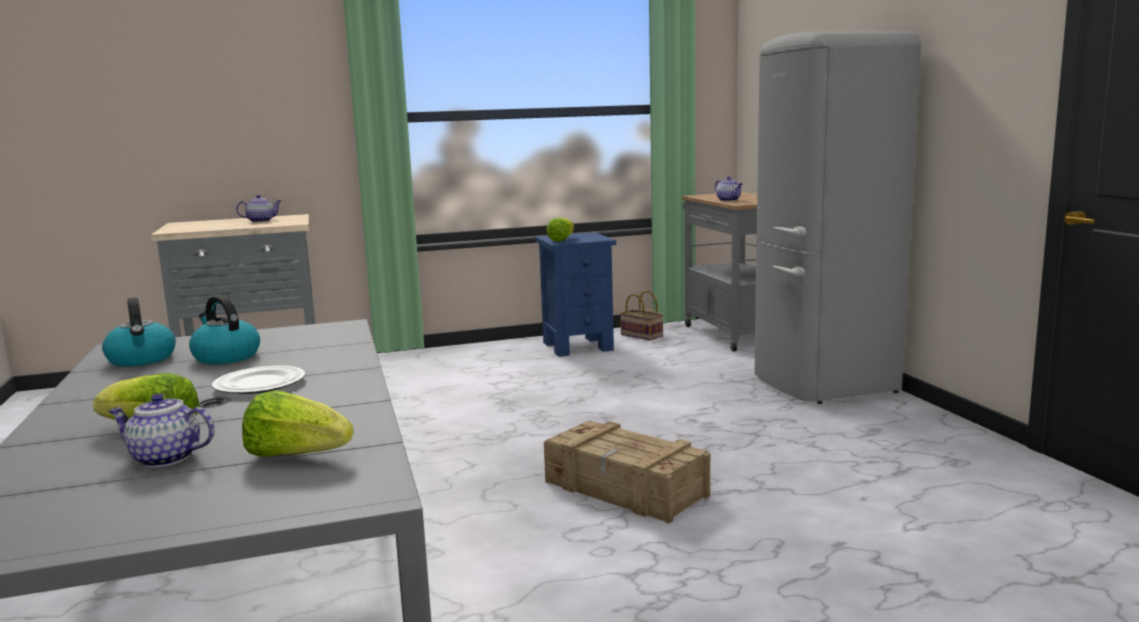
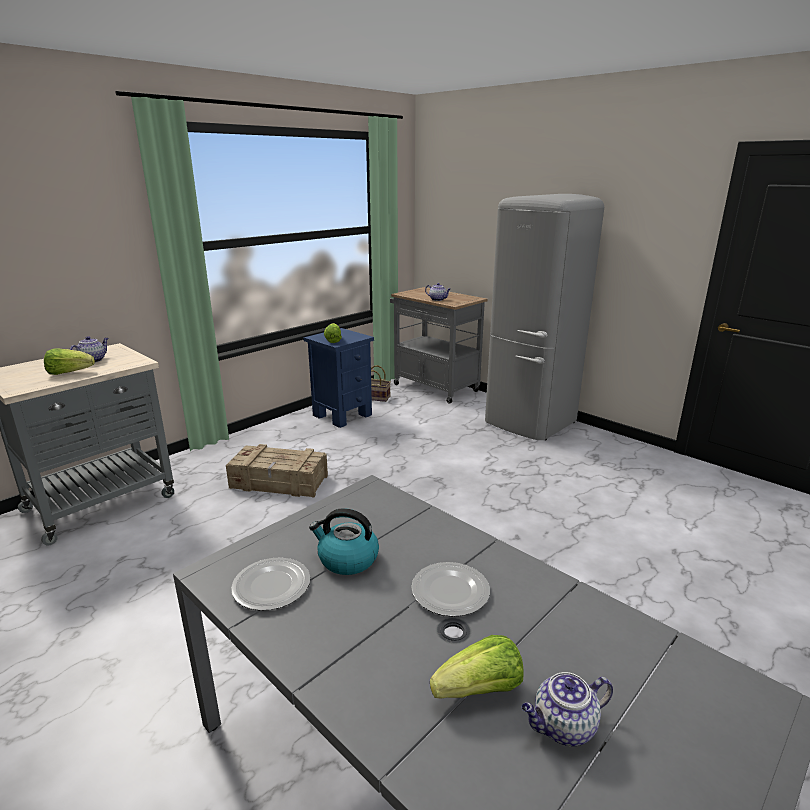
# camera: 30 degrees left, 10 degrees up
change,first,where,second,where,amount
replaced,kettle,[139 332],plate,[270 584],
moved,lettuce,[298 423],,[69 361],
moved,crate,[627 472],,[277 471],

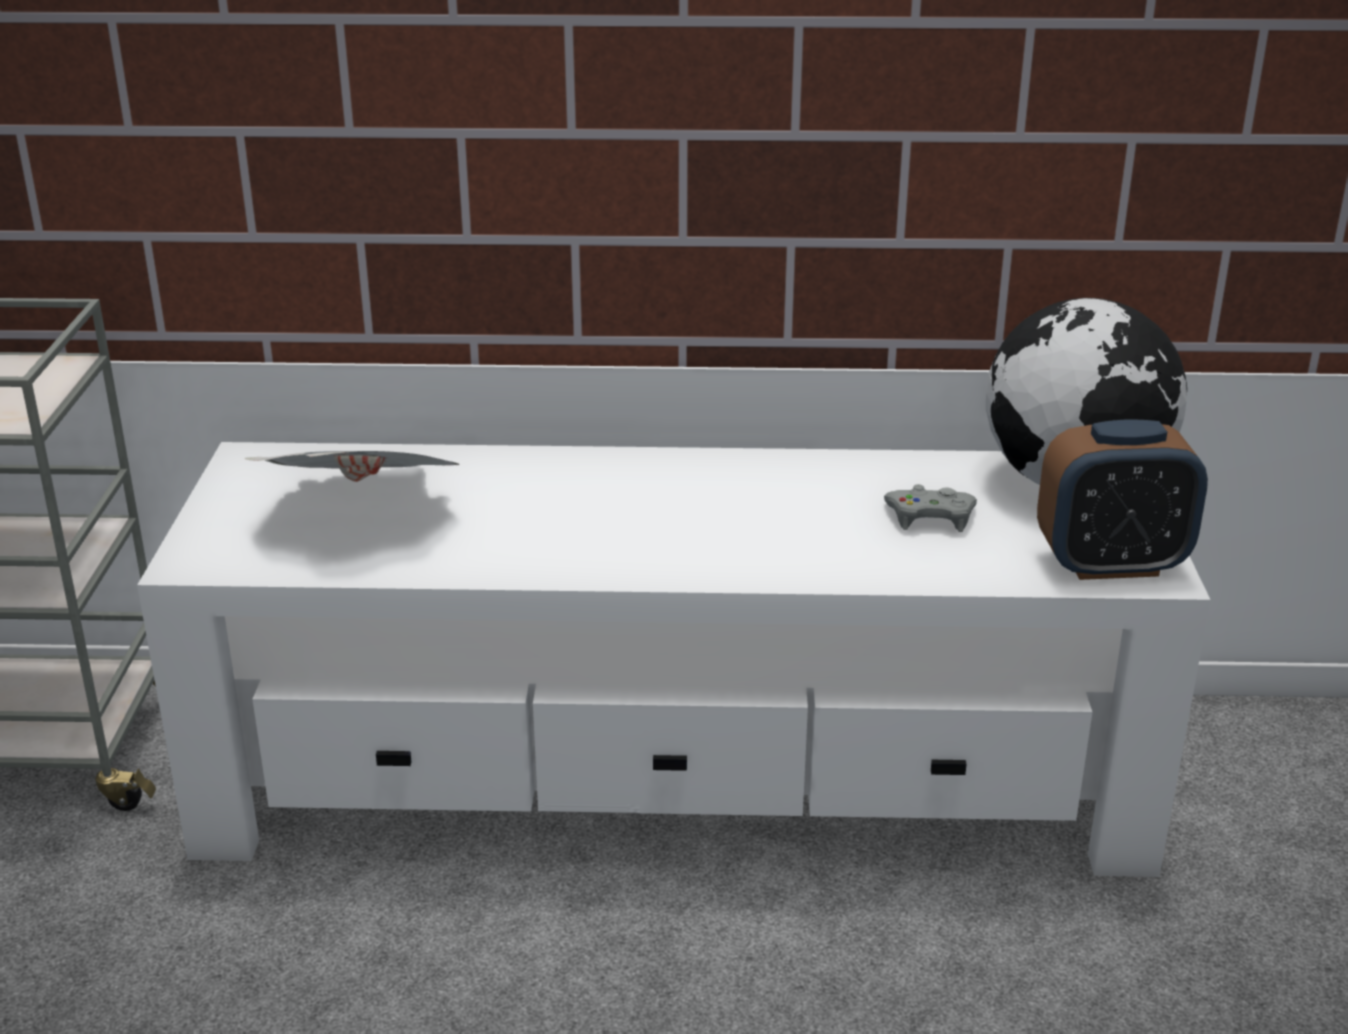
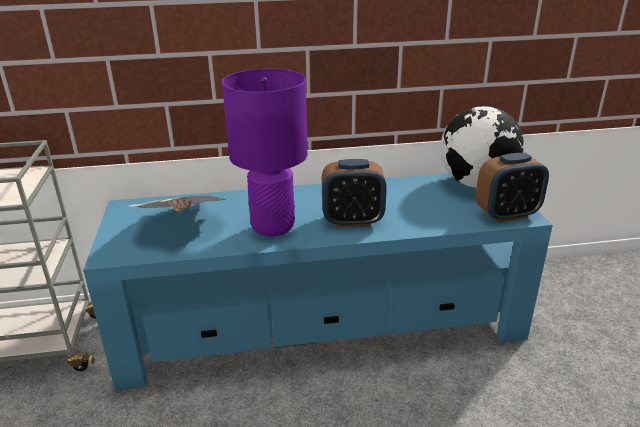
# camera: 10 degrees left, 0 degrees up
change,first,where,second,where,amount
recoloured,white tv stand,[673 659],blue tv stand,[318 282],
removed,grey game controller,[930 508],,,
added,,,purple table lamp,[265 153],
added,,,alarm clock,[354 193],

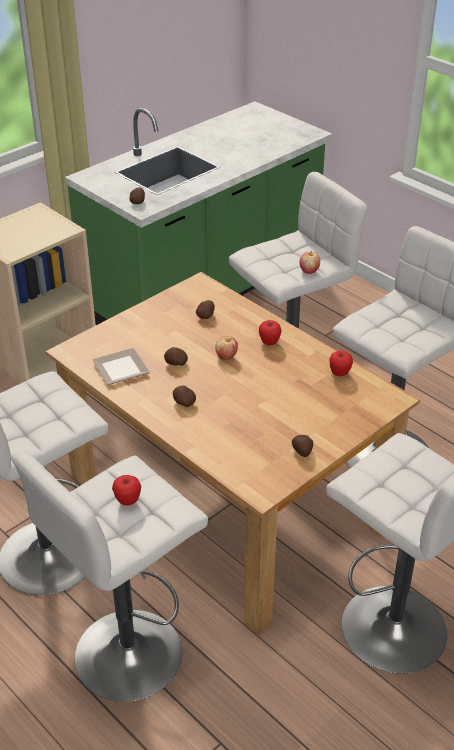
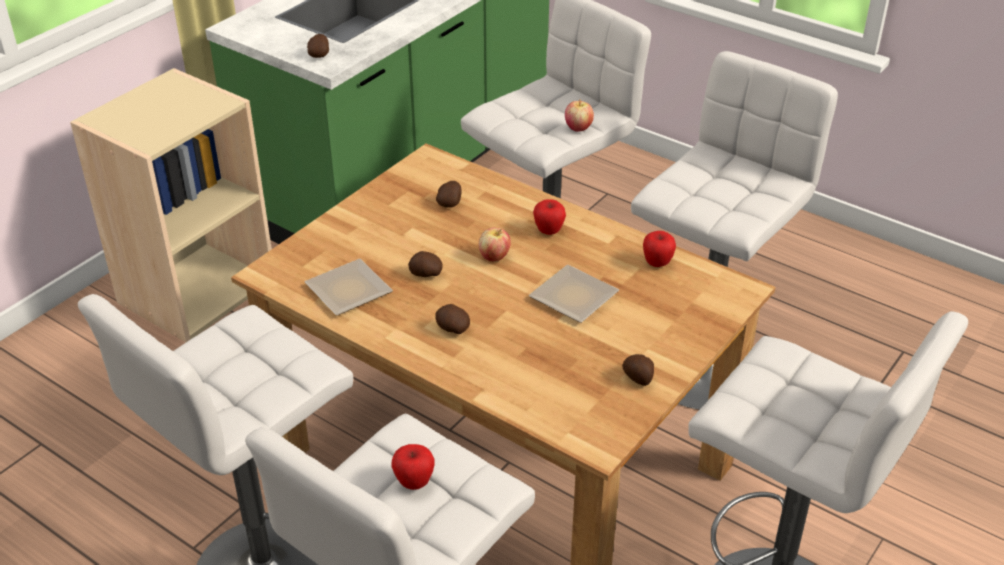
# camera: 10 degrees left, 0 degrees up
change,first,where,second,where,amount
added,,,plate,[574 294],

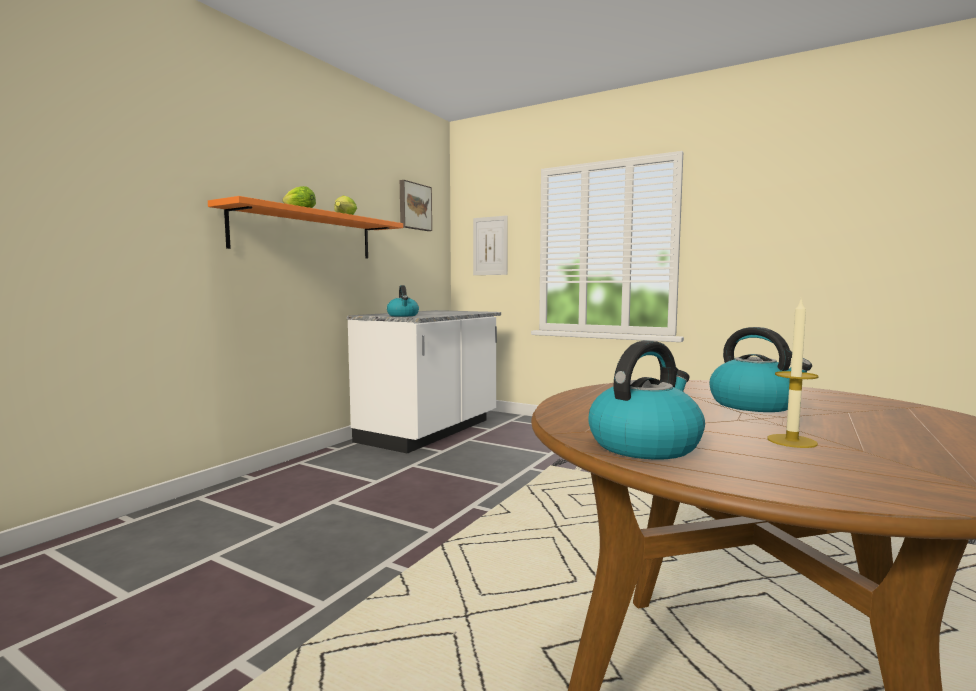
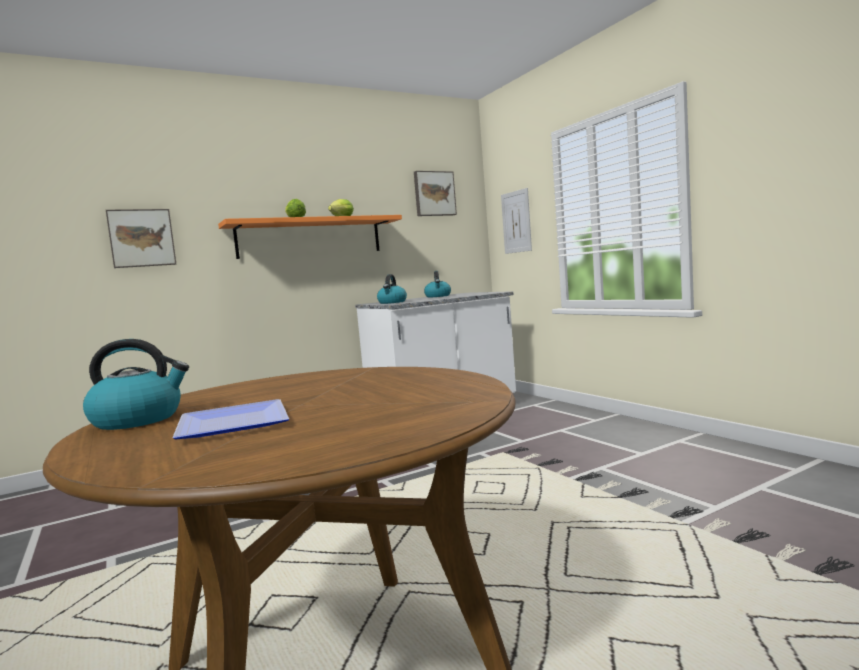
# camera: 30 degrees right, 0 degrees up
change,first,where,second,where,amount
replaced,candle,[793 373],plate,[231 419],
moved,kettle,[760 369],,[437 284],
added,,,picture,[141 238],

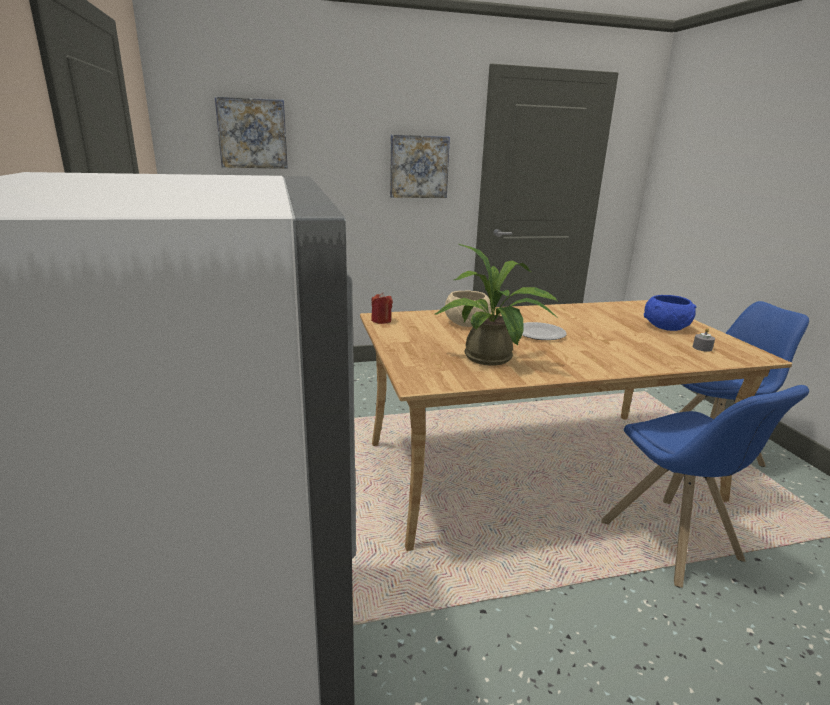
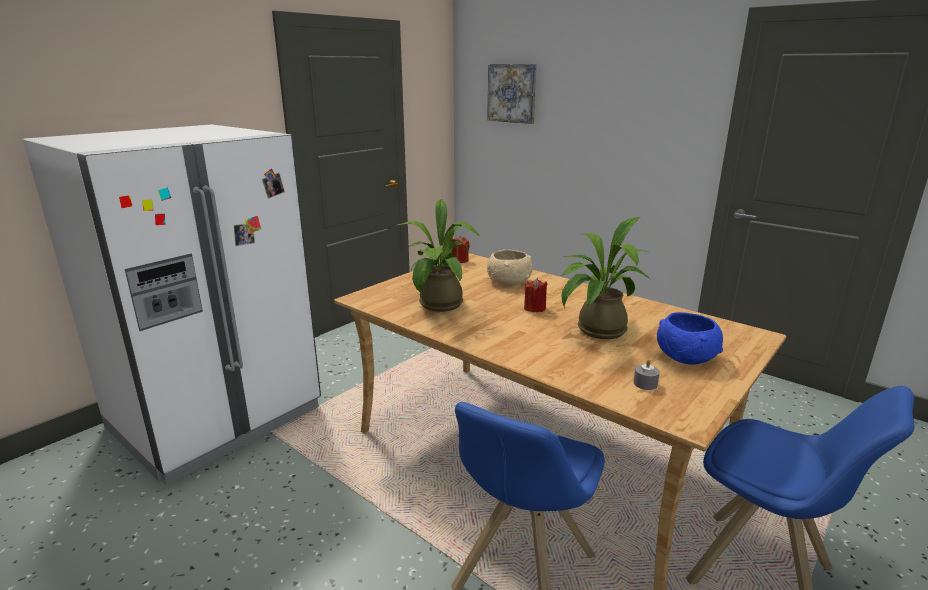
# camera: 55 degrees right, 0 degrees up
change,first,where,second,where,amount
removed,picture,[420 166],,,
replaced,plate,[544 331],red candle,[535 295],
added,,,potted plant,[605 278],

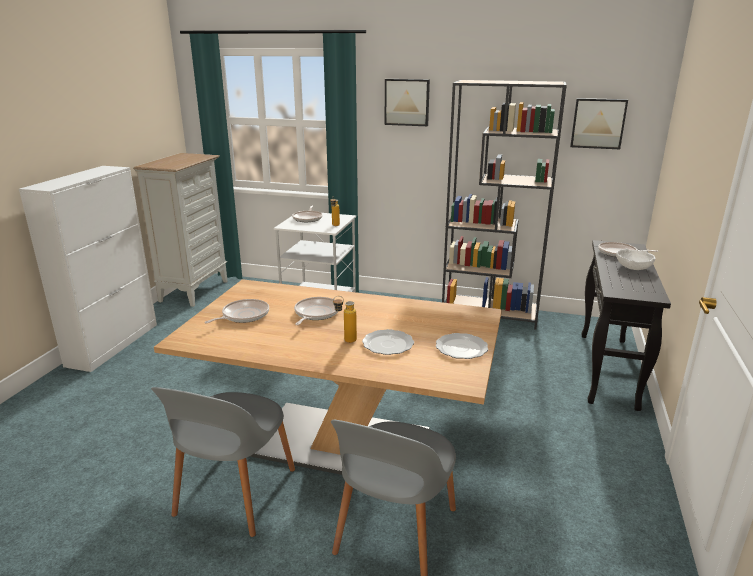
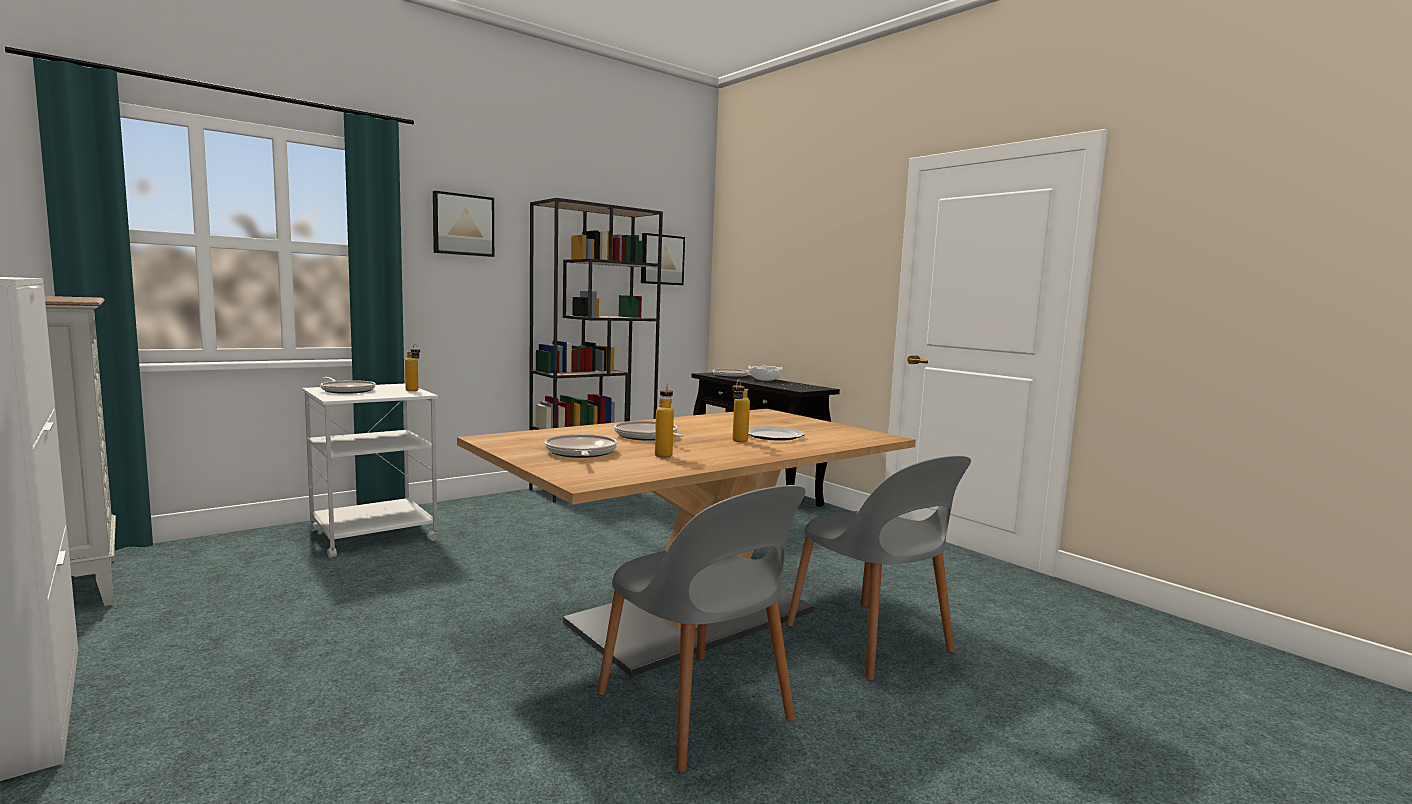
# camera: 55 degrees left, 15 degrees down
change,first,where,second,where,amount
removed,plate,[462 346],,,
added,,,bottle,[664 420],

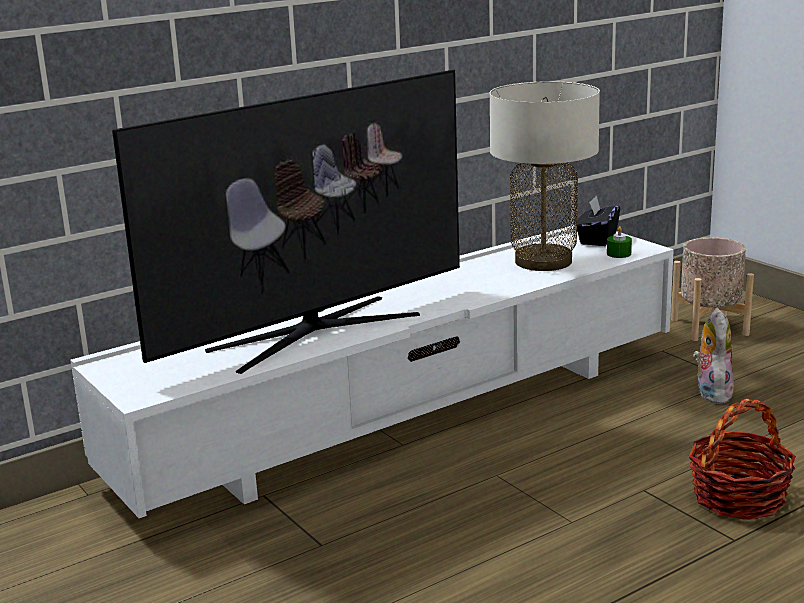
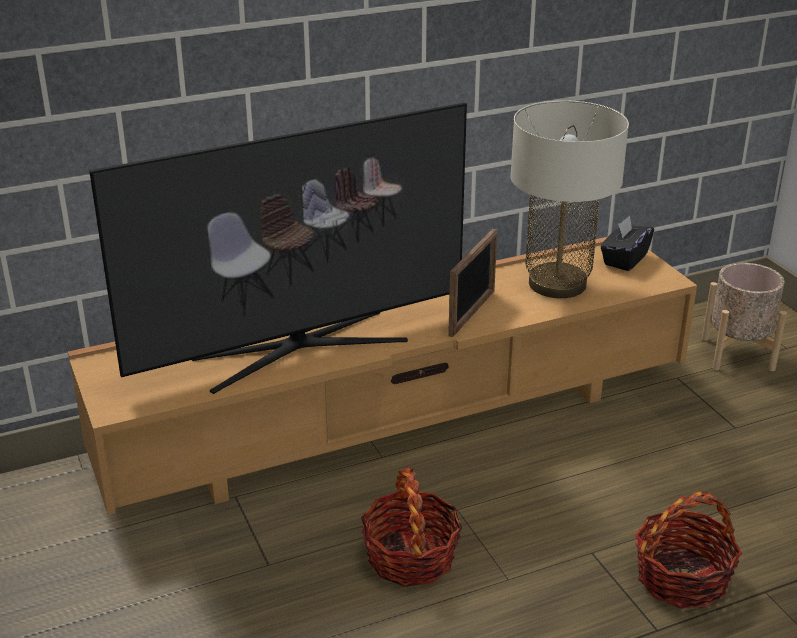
# camera: 10 degrees right, 10 degrees up
change,first,where,second,where,amount
recoloured,white tv stand,[372 371],brown tv stand,[382 376],
removed,green candle,[619 242],,,
removed,plush toy,[713 356],,,
added,,,picture frame,[472 283],
added,,,basket,[411 527],

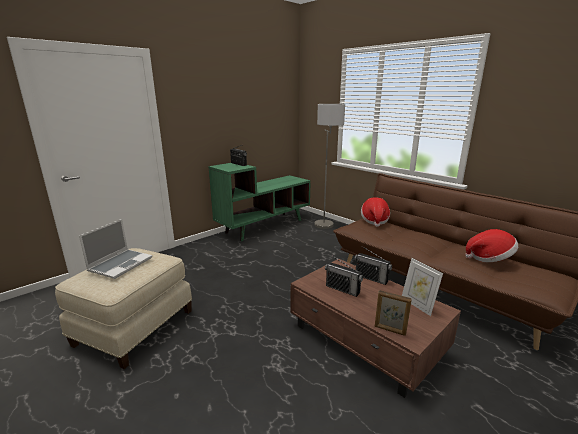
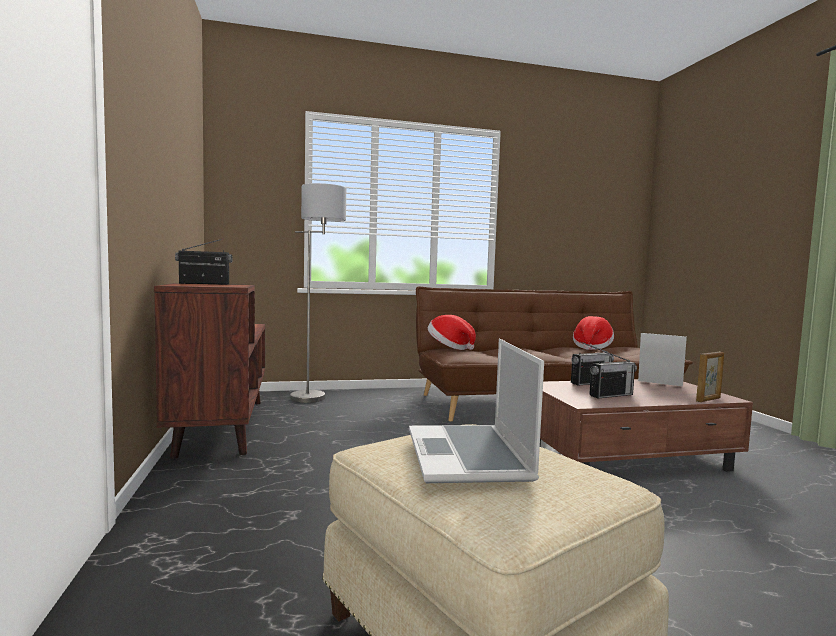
# camera: 60 degrees left, 15 degrees down
change,first,where,second,where,amount
recoloured,green tv stand,[259 202],brown tv stand,[209 371],
turned,laptop,[115 249],,[476 411],150 degrees counterclockwise
turned,picture frame,[422 287],,[662 359],150 degrees counterclockwise

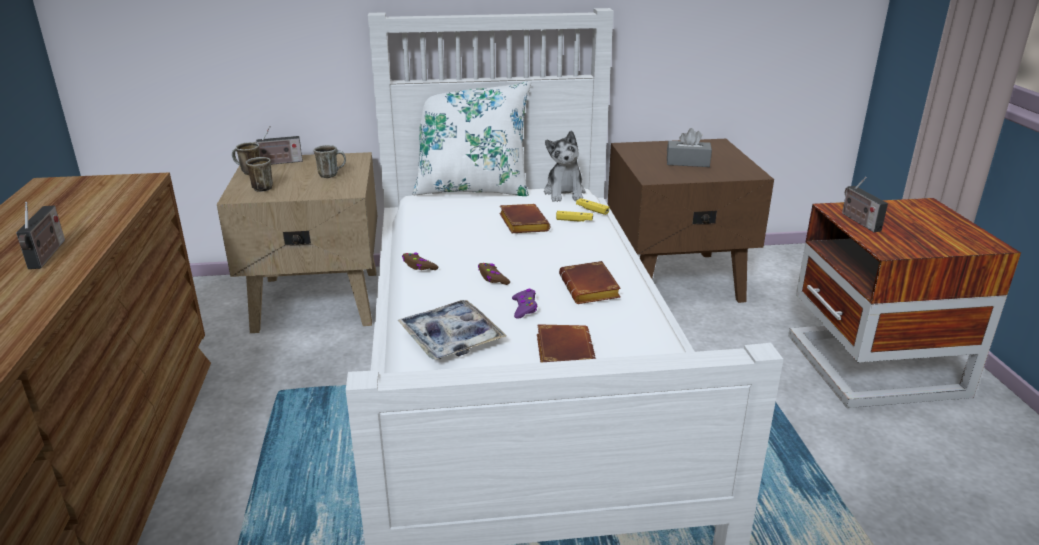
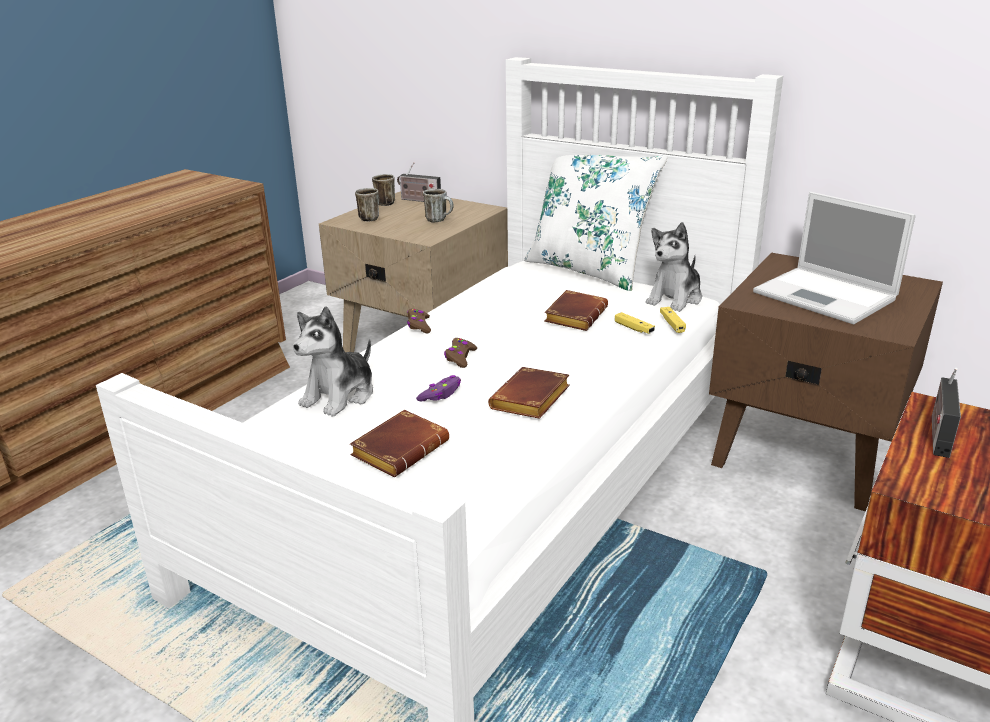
# camera: 40 degrees right, 0 degrees up
change,first,where,second,where,amount
replaced,grey tissue box,[689 147],laptop,[834 258],
removed,radio,[40 235],,,
replaced,tray,[451 330],plush toy,[333 361],

